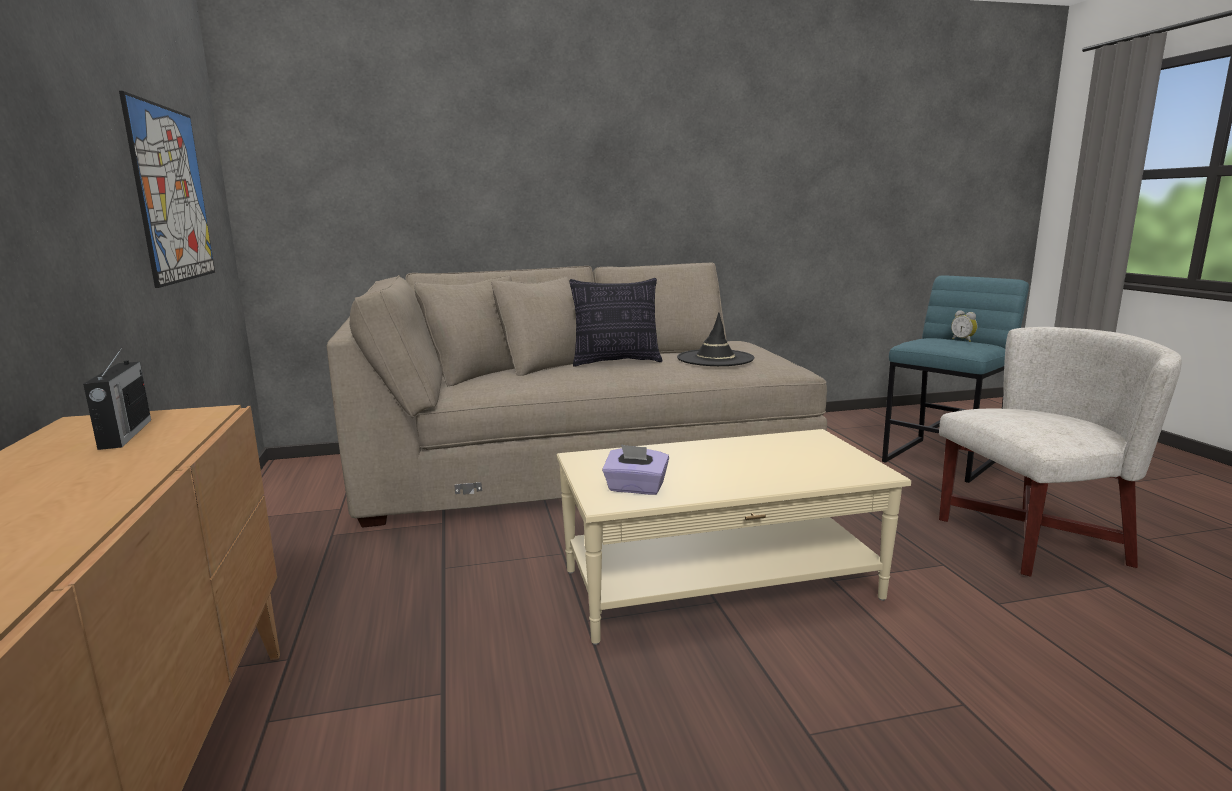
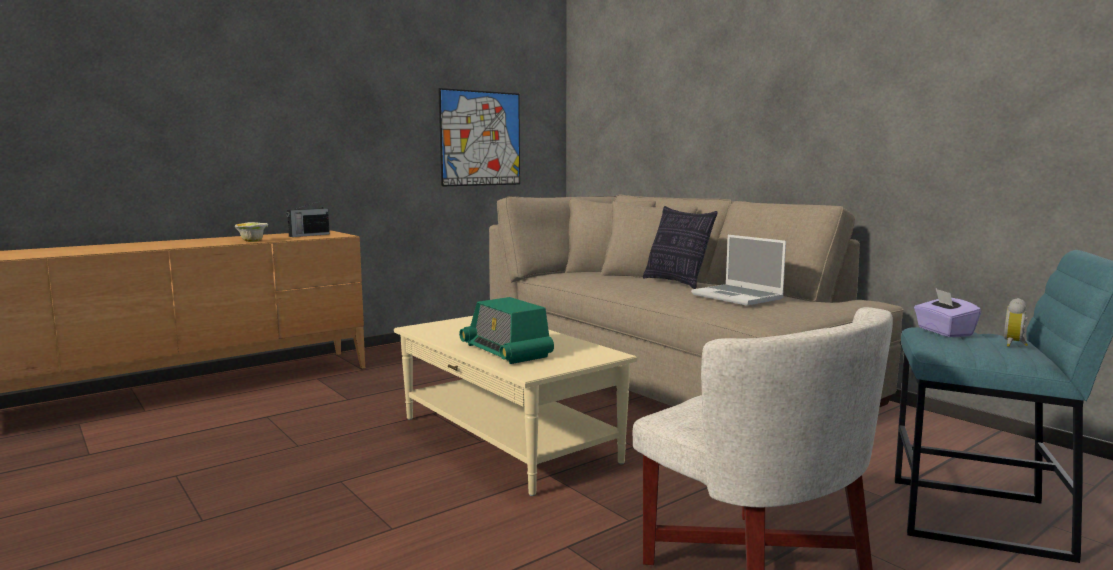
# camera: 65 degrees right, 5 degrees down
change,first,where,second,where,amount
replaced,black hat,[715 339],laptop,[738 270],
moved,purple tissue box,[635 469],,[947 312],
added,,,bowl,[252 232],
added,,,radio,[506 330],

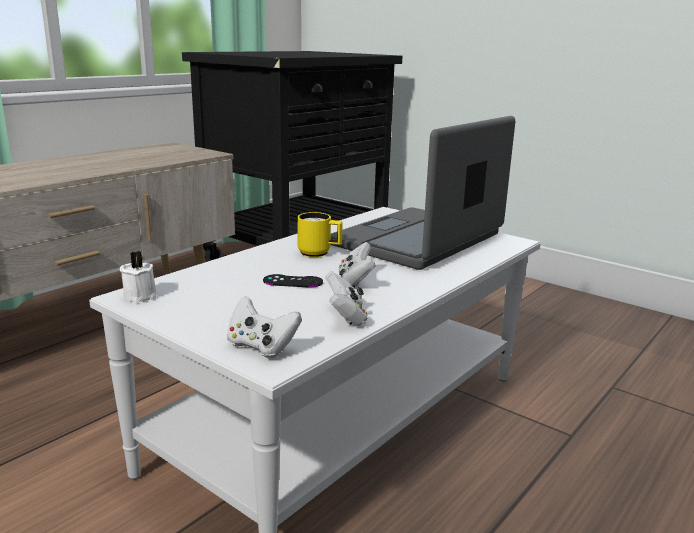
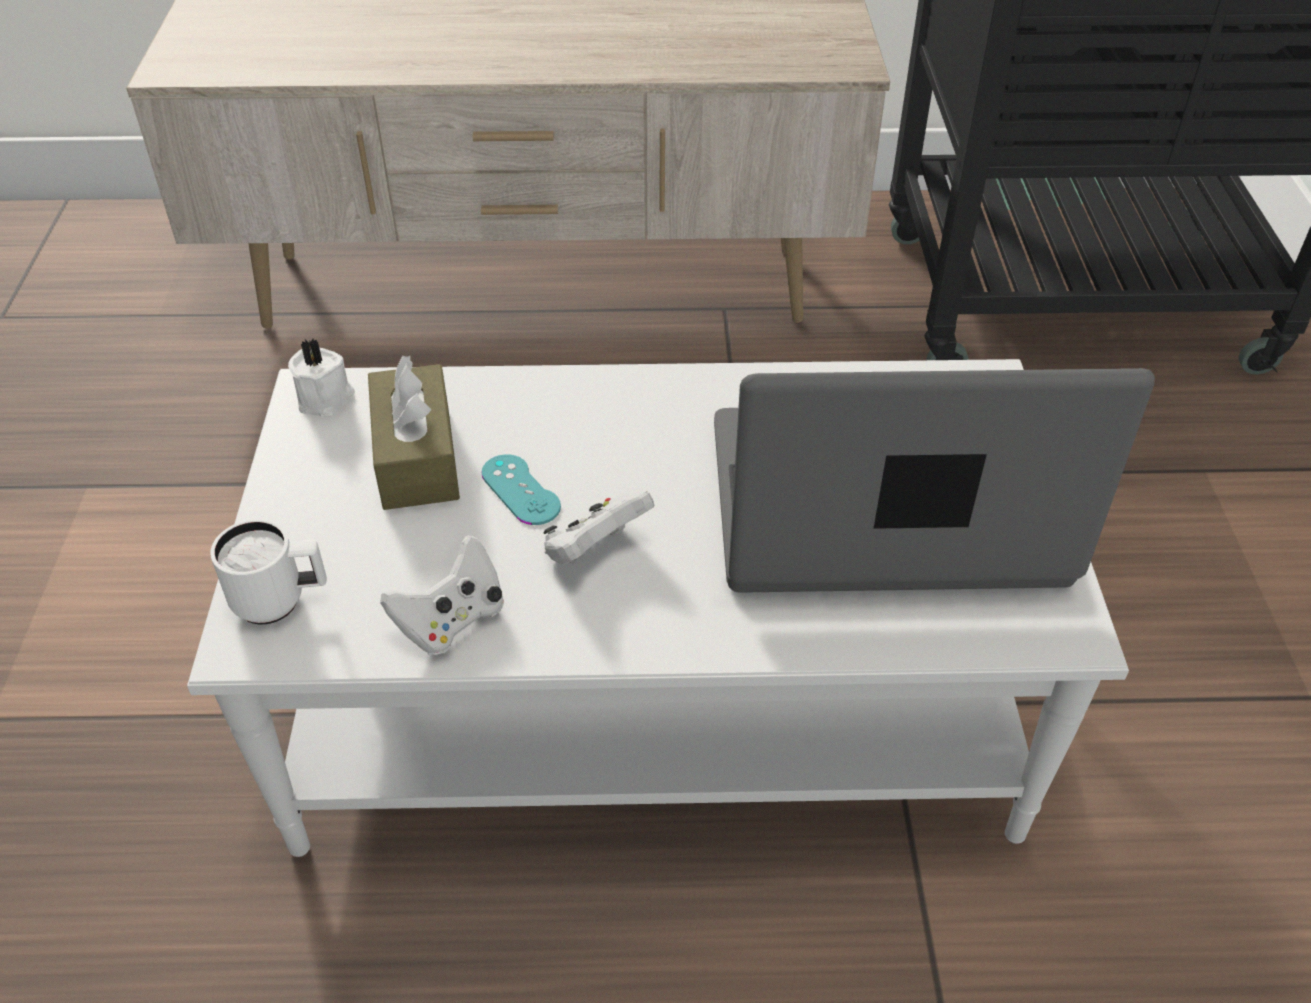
# camera: 50 degrees right, 25 degrees up
change,first,where,second,where,amount
removed,yellow mug,[320 234],,,
recoloured,black game controller,[293 281],turquoise game controller,[521 489],
replaced,white game controller,[264 327],white mug,[268 571],
added,,,brown tissue box,[414 432],

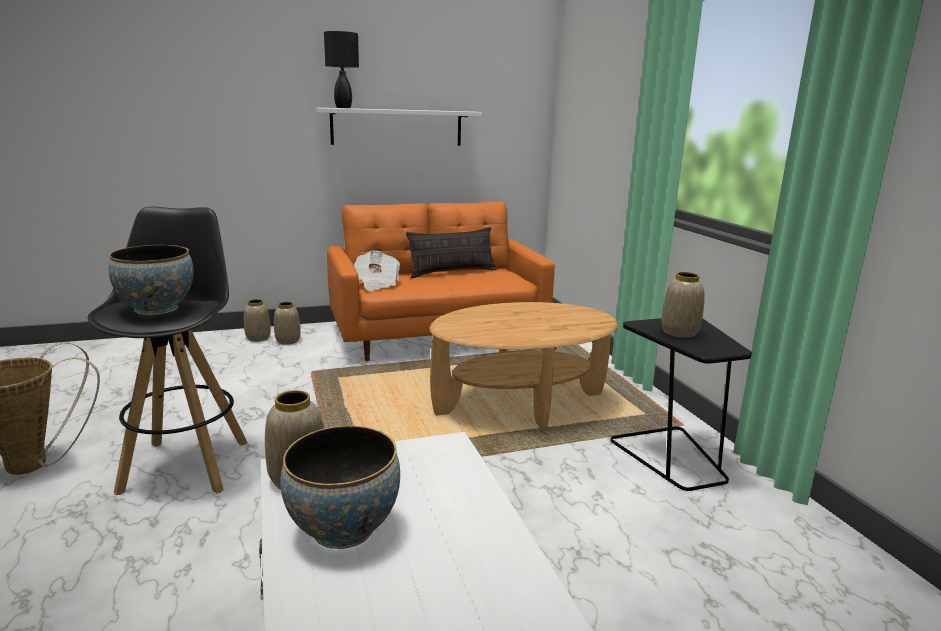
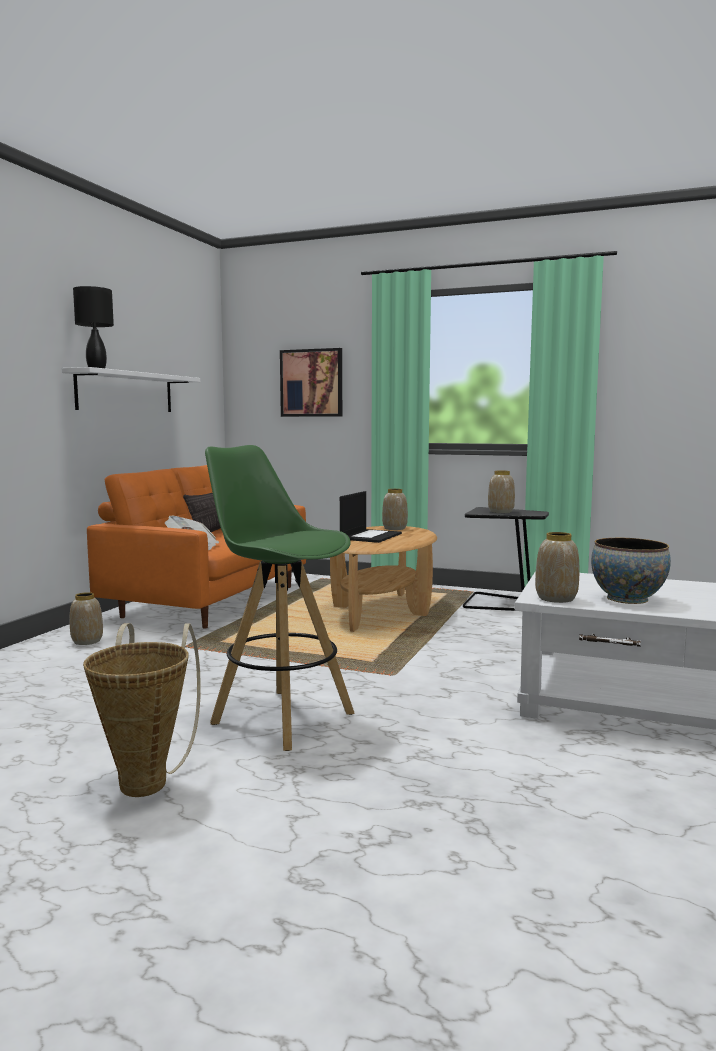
# camera: 50 degrees left, 10 degrees down
change,first,where,second,where,amount
recoloured,black stool,[167 351],green stool,[280 598],
removed,bowl,[151 280],,,
moved,vase,[257 320],,[395 509],
added,,,picture,[311 382],
added,,,laptop,[371 517],

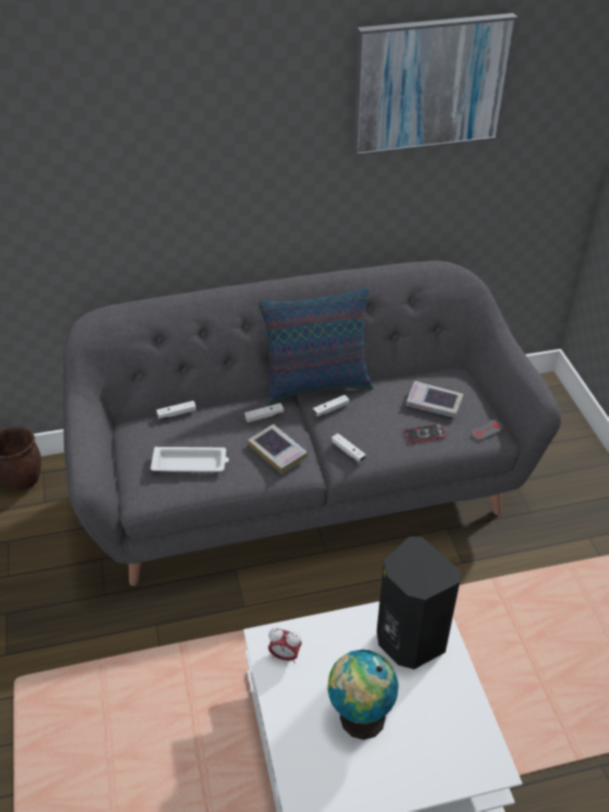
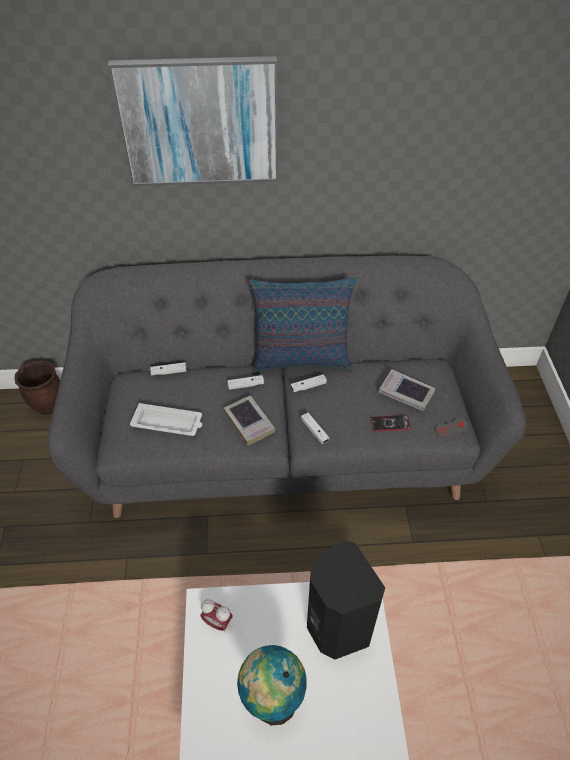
# camera: 10 degrees right, 5 degrees up
change,first,where,second,where,amount
moved,picture,[434 84],,[193 121],

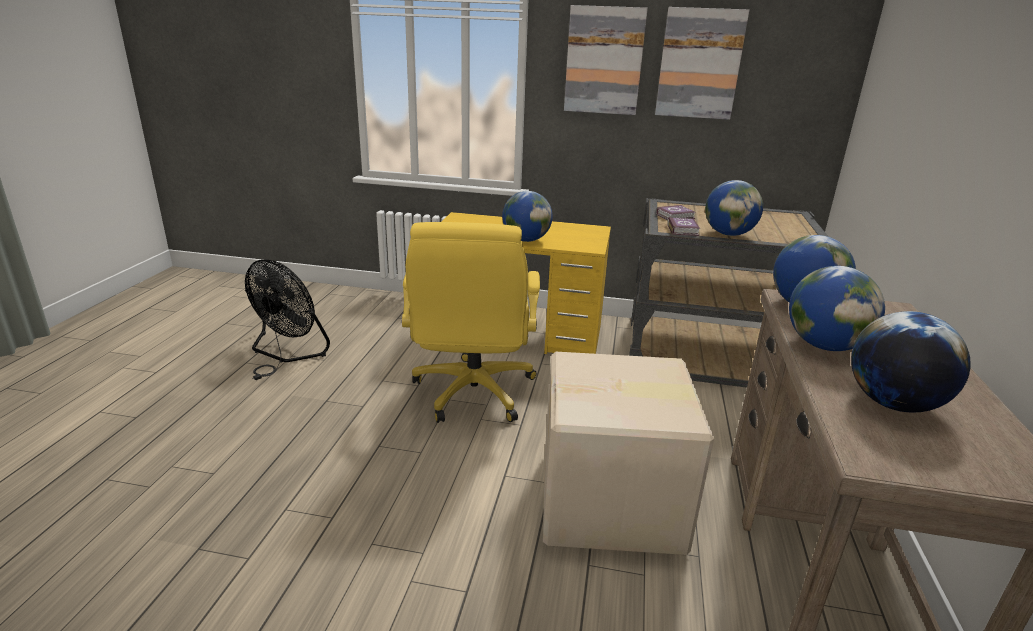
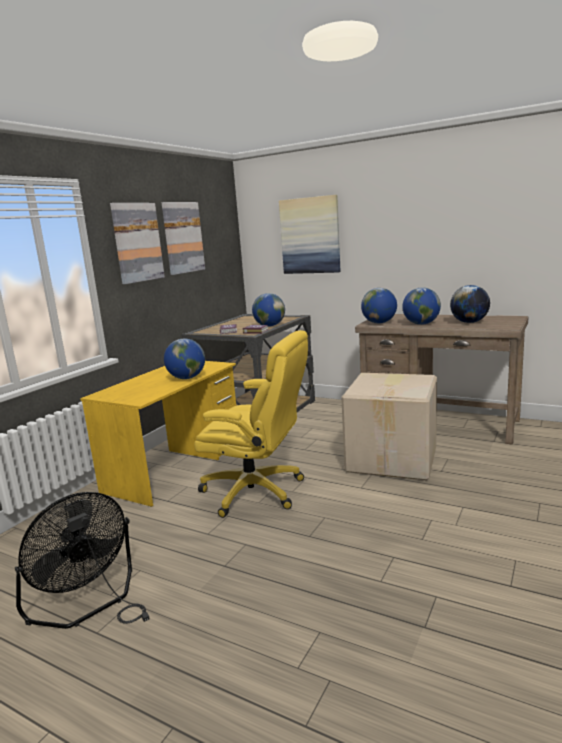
# camera: 70 degrees left, 10 degrees down
change,first,where,second,where,amount
added,,,picture,[310 234],

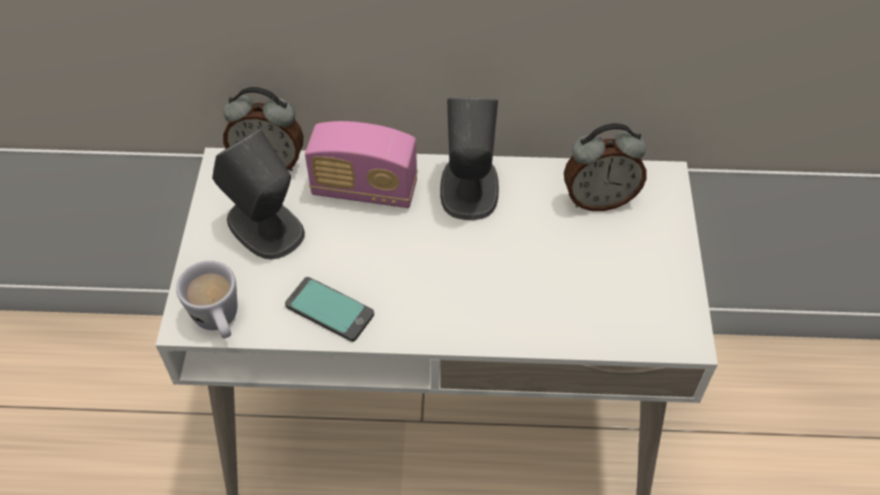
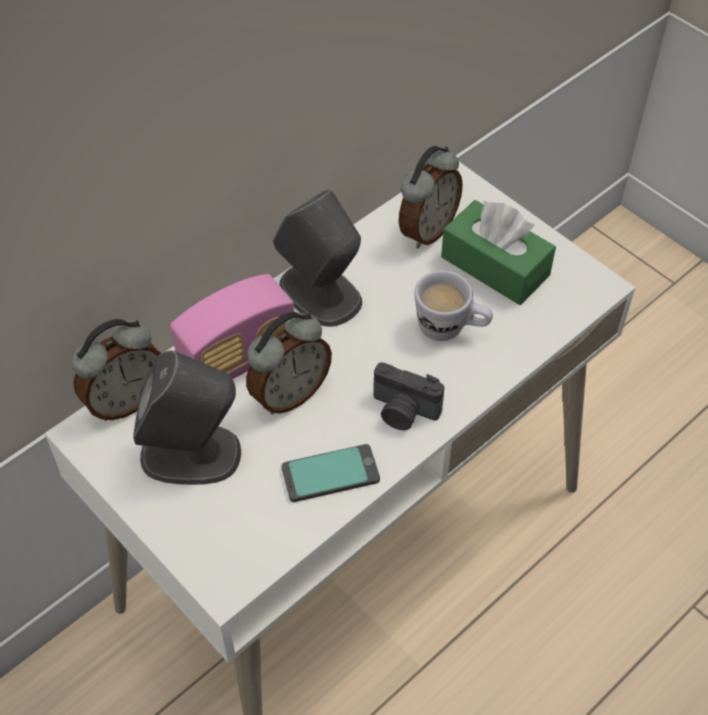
# camera: 45 degrees left, 0 degrees up
change,first,where,second,where,amount
moved,white mug,[206 299],,[453 305],
added,,,green tissue box,[498 252],
added,,,alarm clock,[289 363],
added,,,photo camera,[408 396],

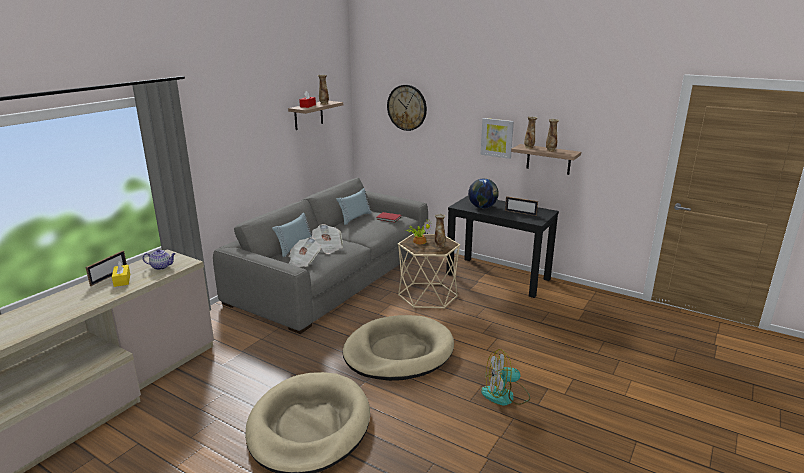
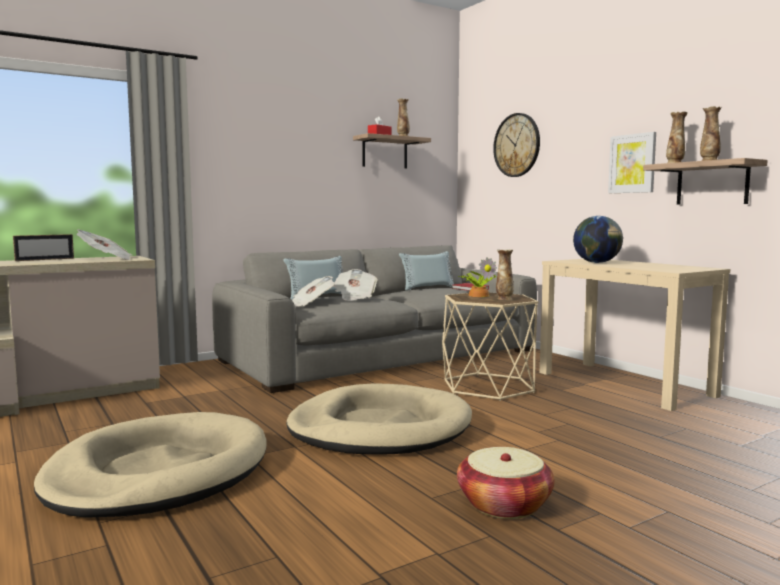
# camera: 25 degrees right, 15 degrees down
change,first,where,second,where,amount
recoloured,black console table,[502 247],beige console table,[635 335],
removed,picture frame,[521 206],,,
replaced,teapot,[159 259],newspaper,[104 244],
removed,yellow tissue box,[121 274],,,
replaced,fan,[505 377],basket,[506 483],

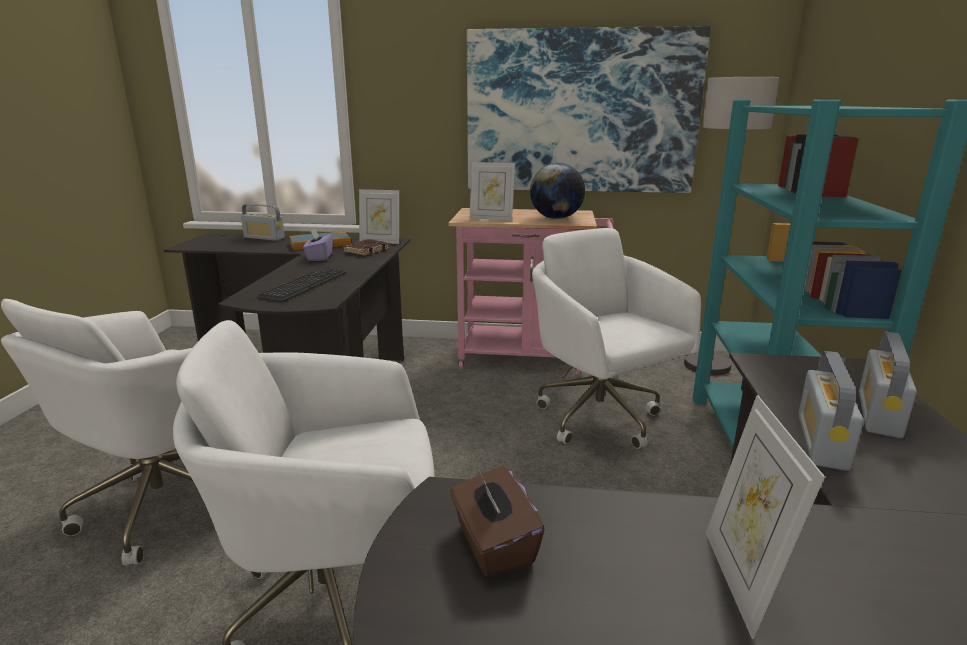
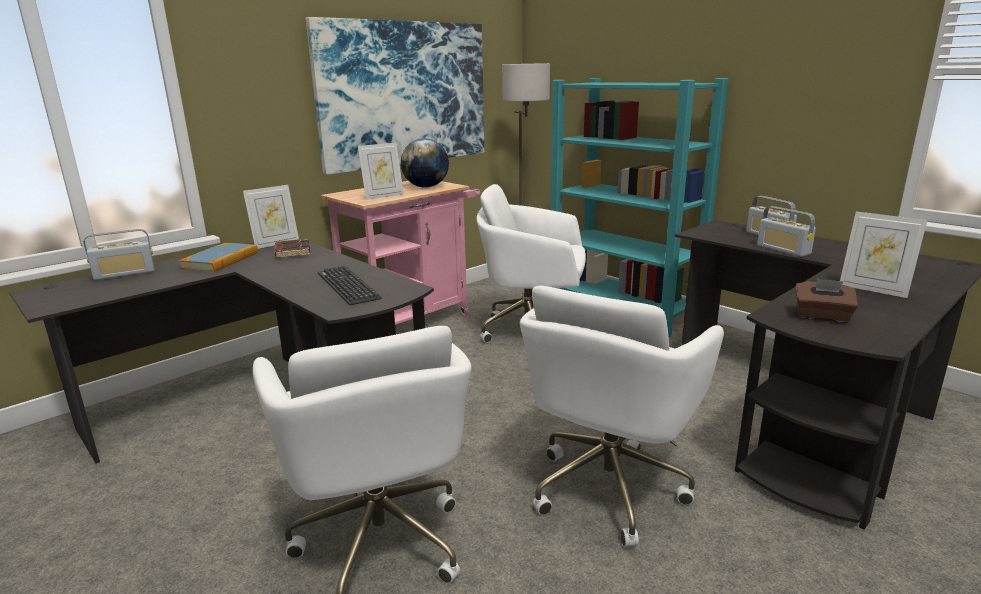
# camera: 50 degrees left, 0 degrees up
change,first,where,second,where,amount
removed,purple tissue box,[318 244],,,

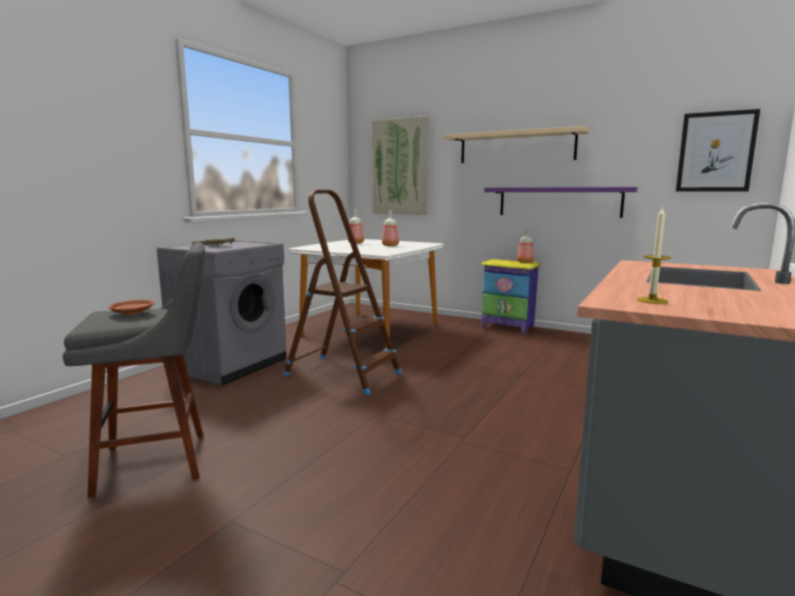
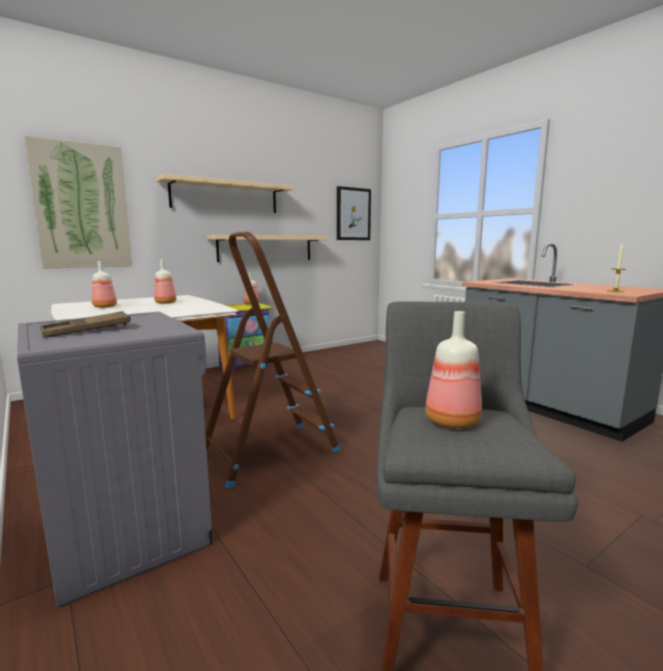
# camera: 65 degrees left, 0 degrees up
change,first,where,second,where,amount
recoloured,purple shelf,[561 202],beige shelf,[267 248],
replaced,brown plate,[131 307],bottle,[453 370],

